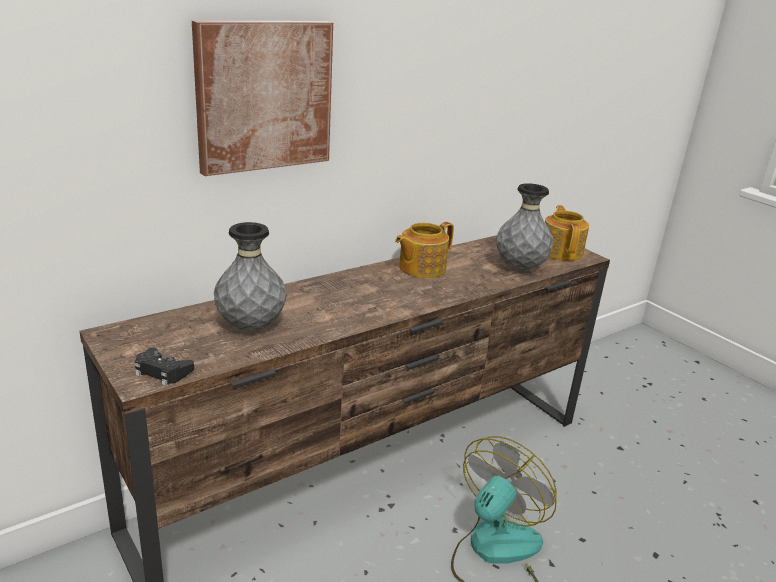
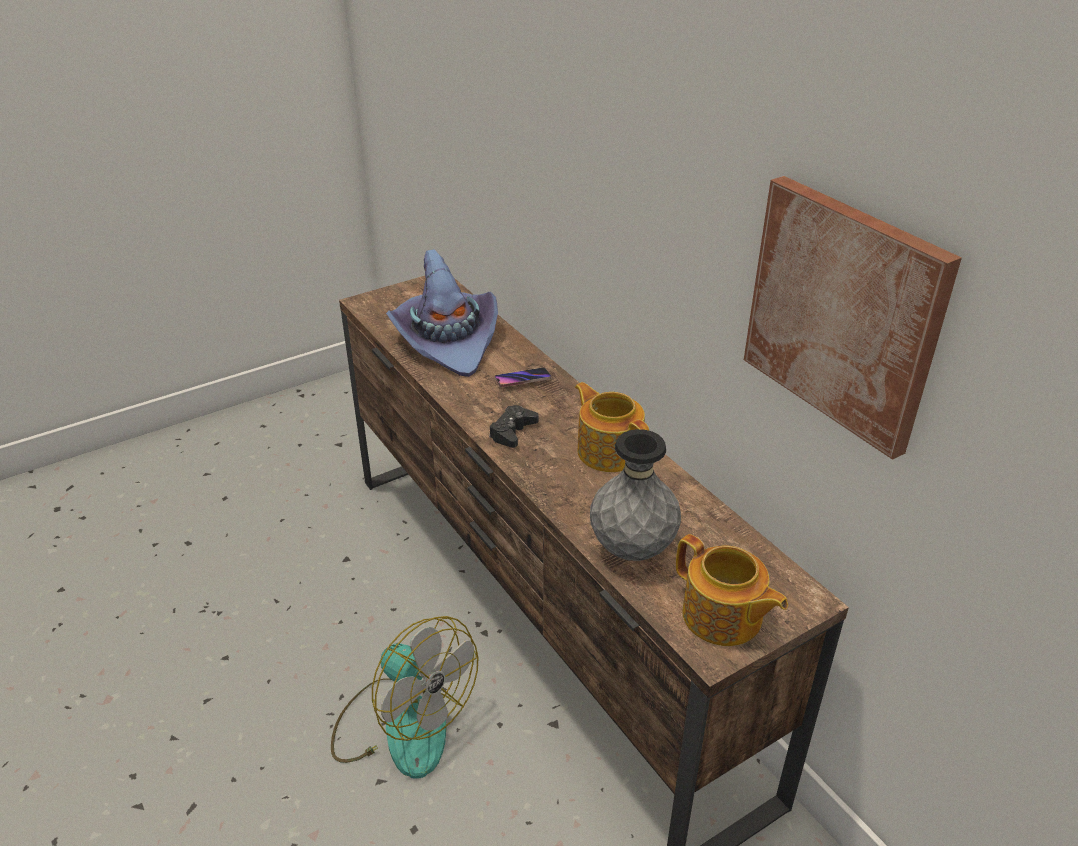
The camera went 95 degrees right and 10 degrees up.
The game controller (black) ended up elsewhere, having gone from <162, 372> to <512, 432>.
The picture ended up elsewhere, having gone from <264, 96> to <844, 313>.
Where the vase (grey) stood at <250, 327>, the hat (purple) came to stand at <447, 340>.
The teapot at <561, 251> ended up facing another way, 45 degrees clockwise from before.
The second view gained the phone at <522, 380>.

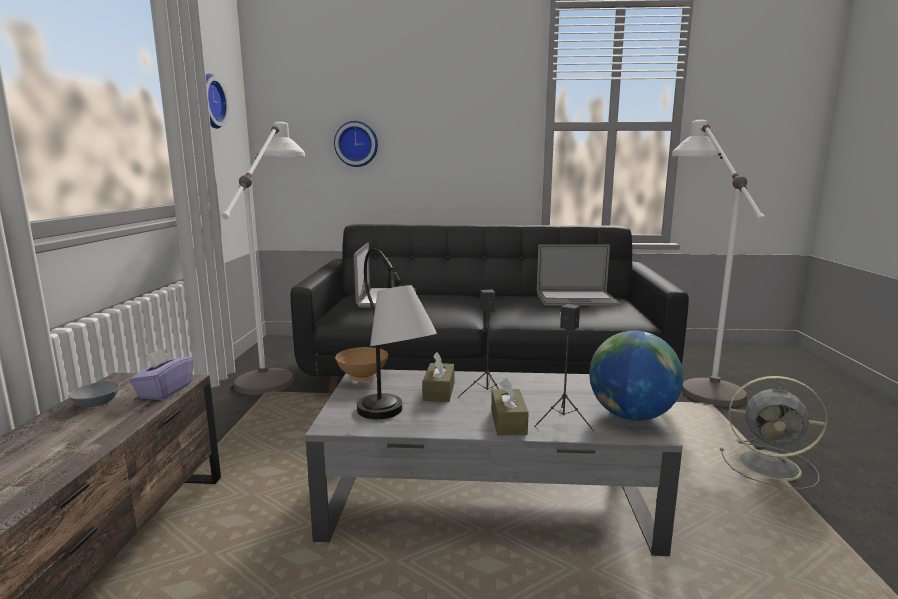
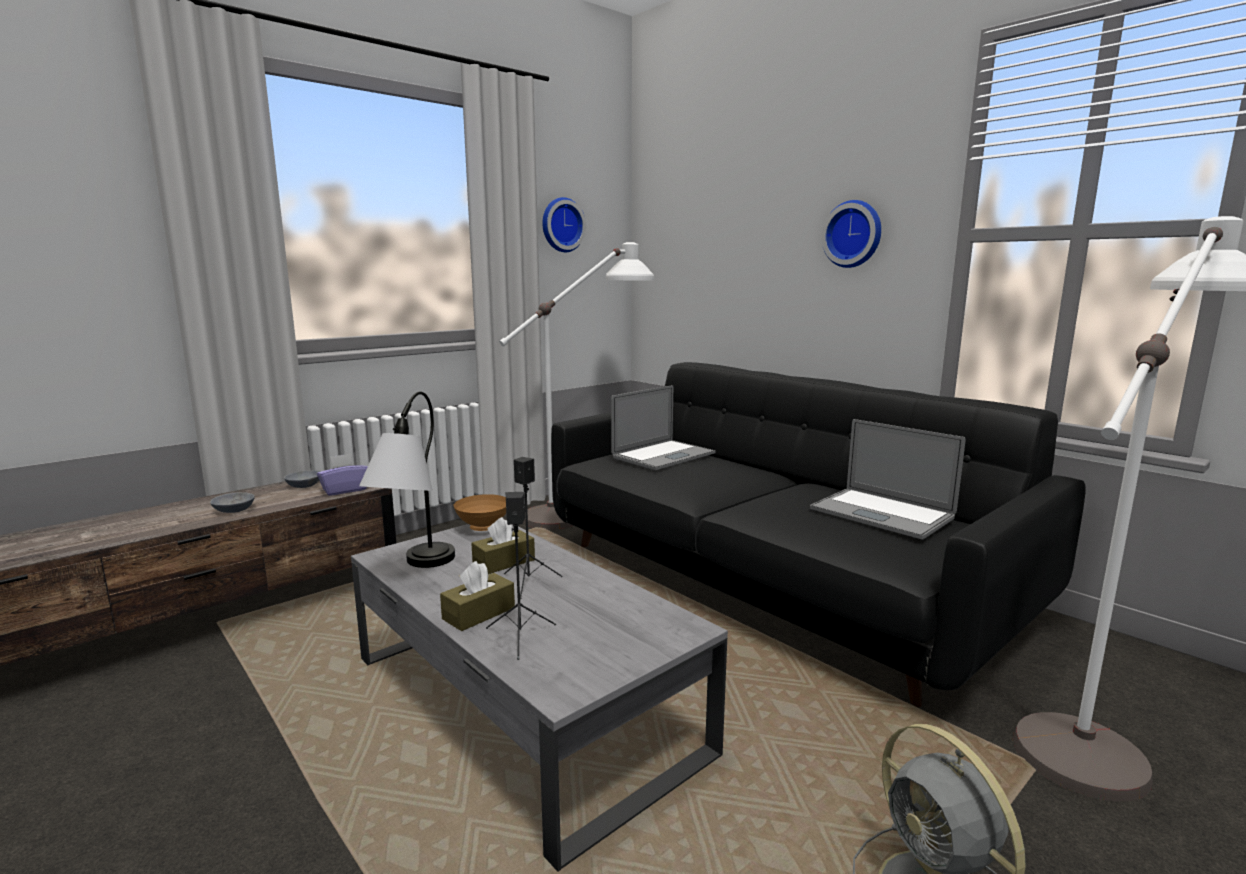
The camera went 45 degrees right and 0 degrees up.
The wall clock ended up elsewhere, having gone from <356, 144> to <853, 234>.
The second view lost the globe at <631, 416>.
The second view gained the bowl (grey) at <233, 510>.

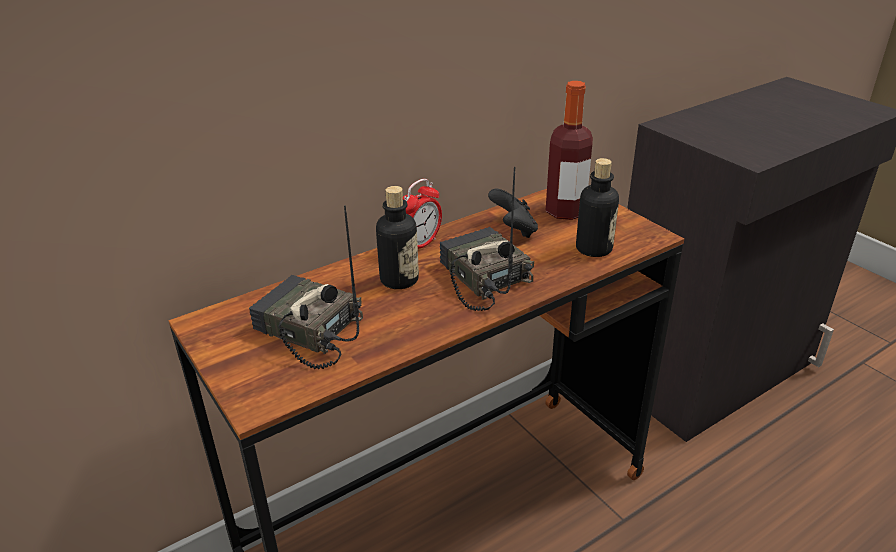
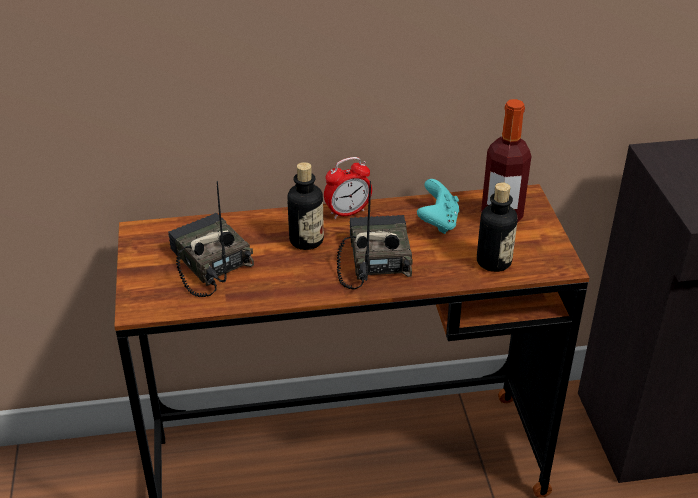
The camera went 25 degrees right and 5 degrees up.
What was the game controller (black) at <513, 230> turned into the game controller (turquoise) at <438, 222>.

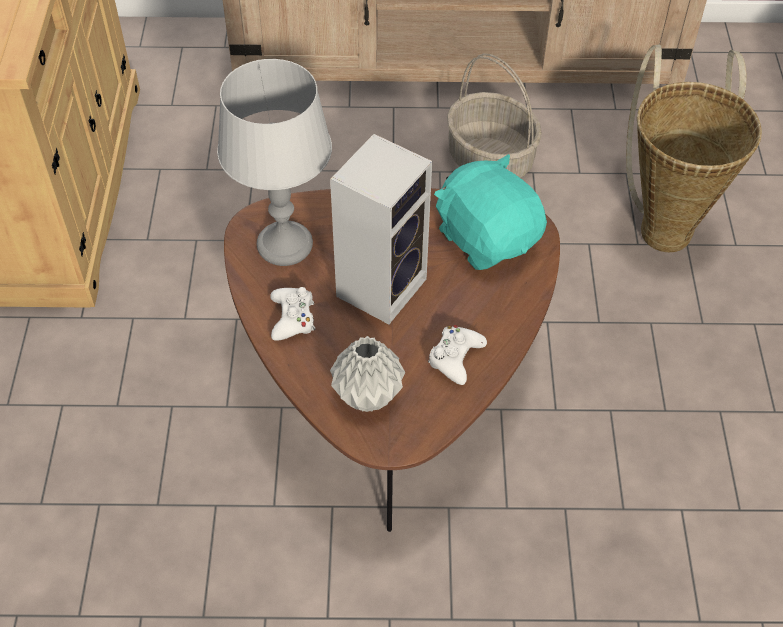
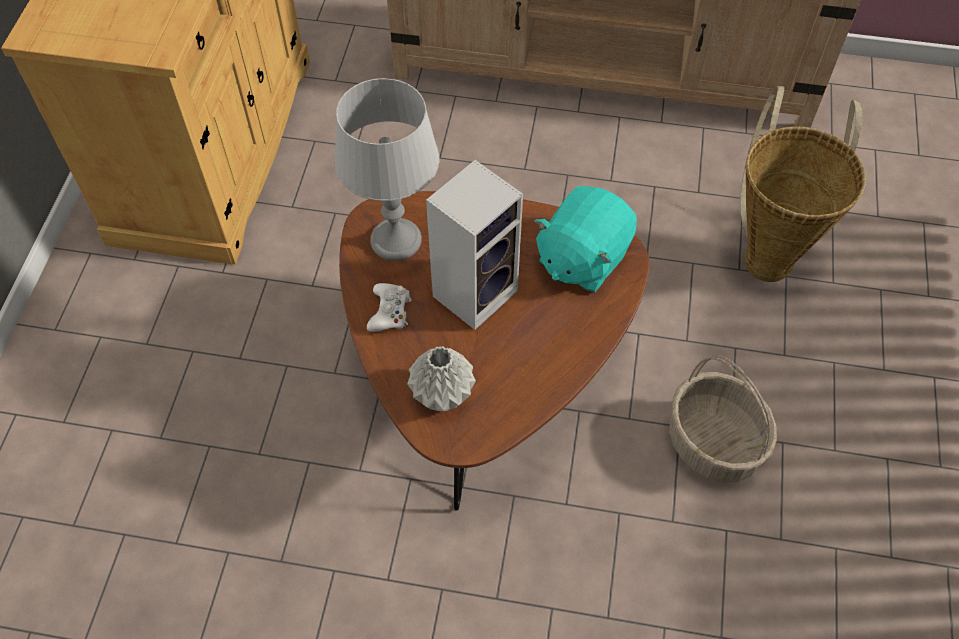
The camera went 10 degrees right and 5 degrees up.
The second view lost the game controller (white) at <455, 358>.
The plush toy (turquoise) at <487, 237> ended up facing another way, 120 degrees counterclockwise from before.
The basket ended up elsewhere, having gone from <491, 159> to <714, 443>.

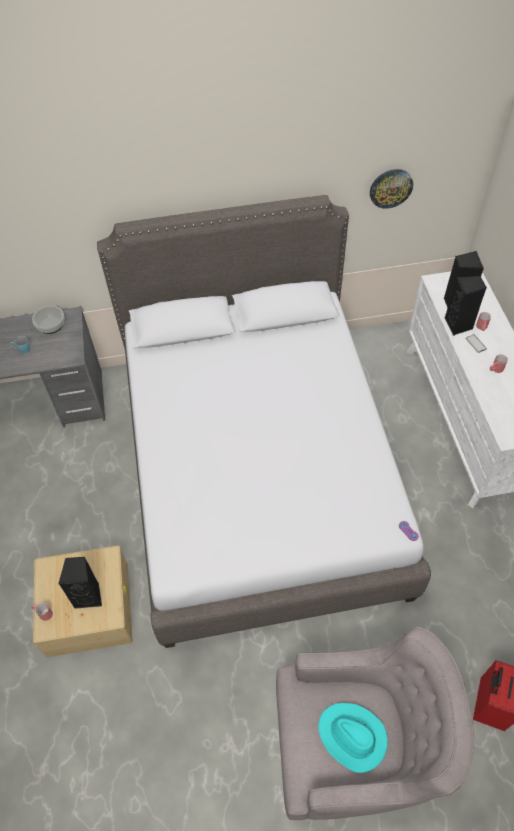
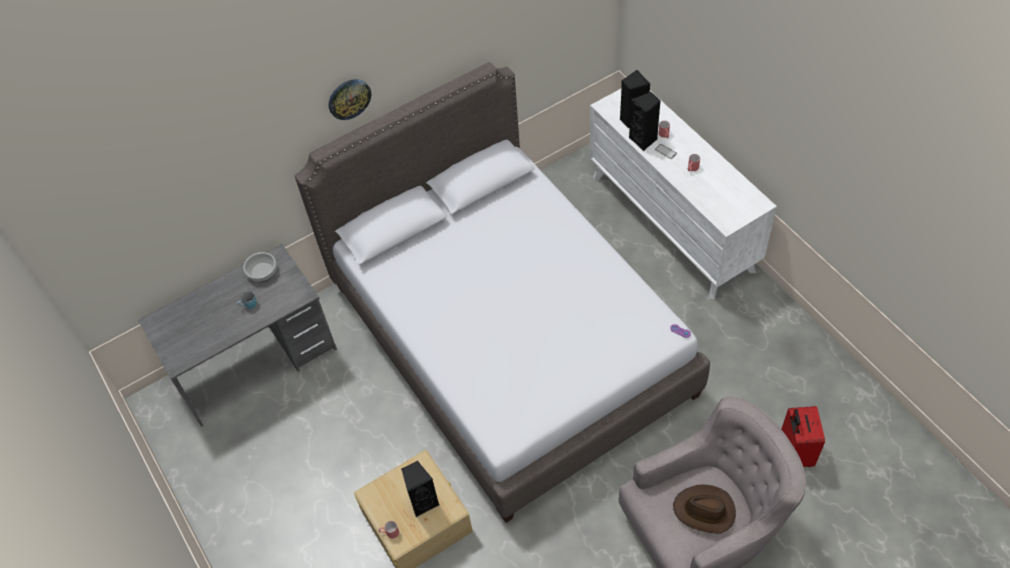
The camera went 20 degrees left and 0 degrees up.
What was the hat (turquoise) at <352, 737> turned into the hat (brown) at <704, 511>.
The wall clock ended up elsewhere, having gone from <390, 188> to <349, 98>.

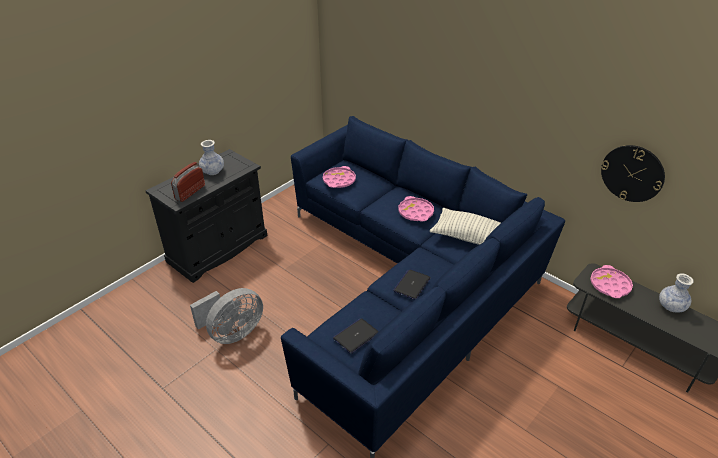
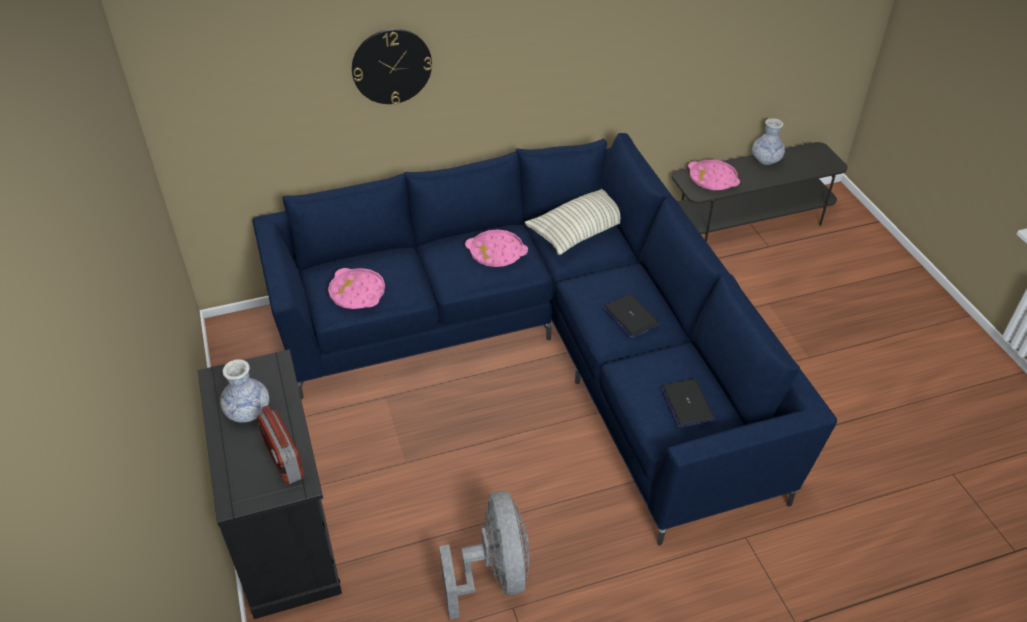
The camera went 60 degrees left and 5 degrees up.
The wall clock ended up elsewhere, having gone from <632, 173> to <391, 66>.

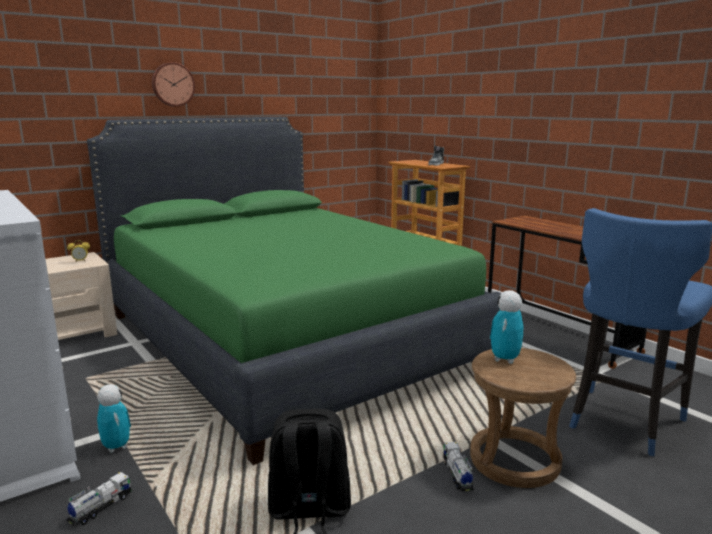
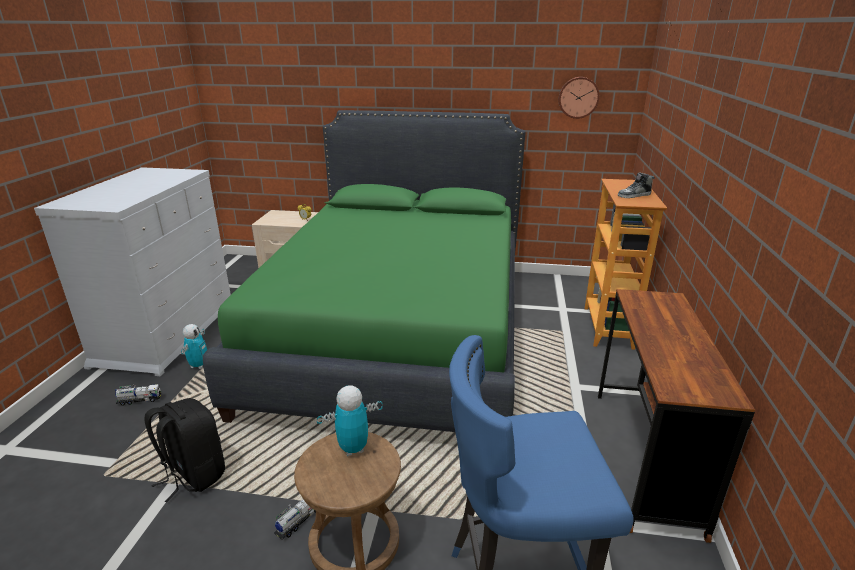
The camera went 45 degrees right and 10 degrees up.
The wall clock ended up elsewhere, having gone from <172, 84> to <578, 97>.

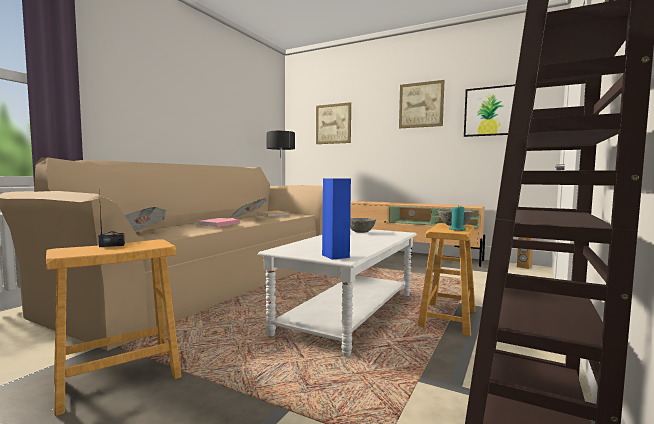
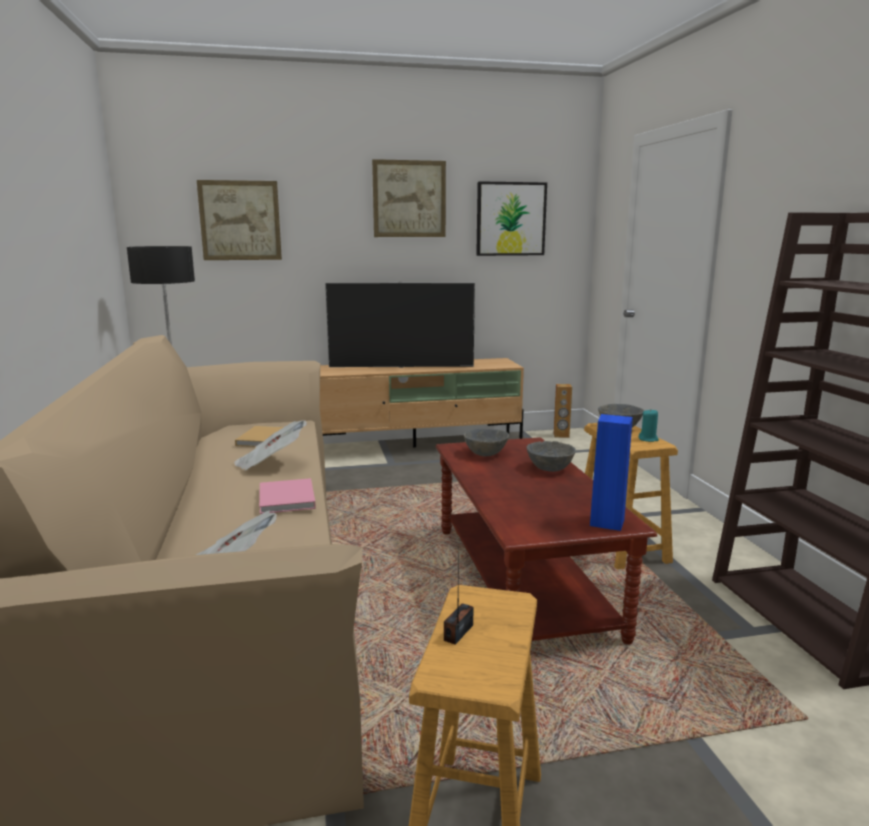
The camera went 40 degrees left and 10 degrees up.
What was the coffee table (white) at <349, 313> turned into the coffee table (brown) at <523, 580>.
The second view gained the television at <401, 367>.
The second view gained the bowl (grey) at <550, 468>.

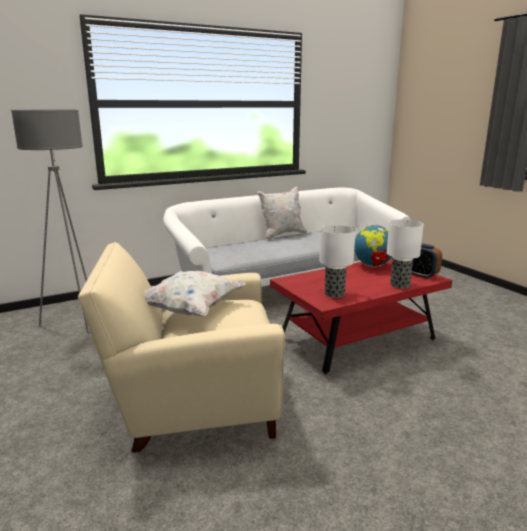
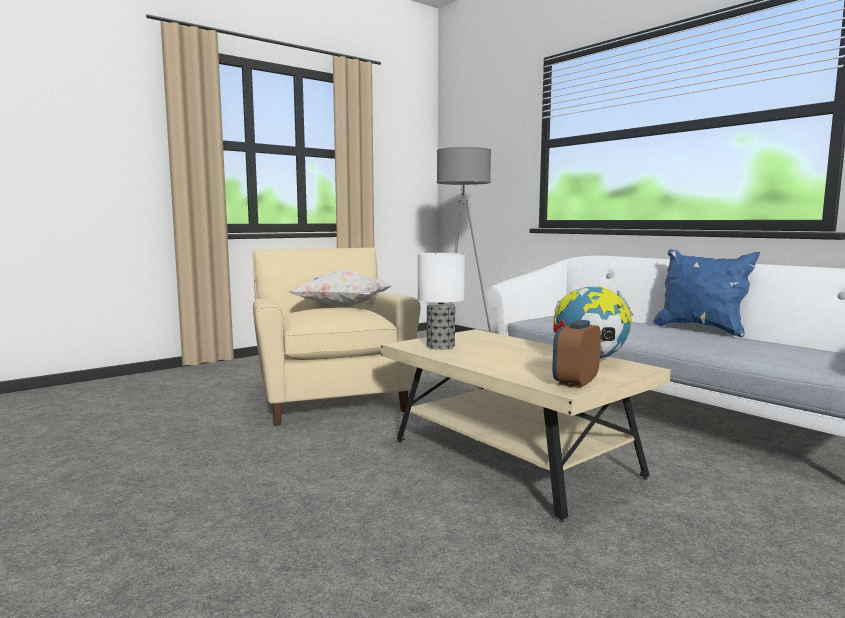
The camera went 80 degrees right and 10 degrees down.
What was the pillow (white) at <282, 235> turned into the pillow (blue) at <700, 329>.
What was the coffee table (red) at <356, 340> turned into the coffee table (beige) at <511, 459>.
The second view lost the table lamp at <399, 285>.

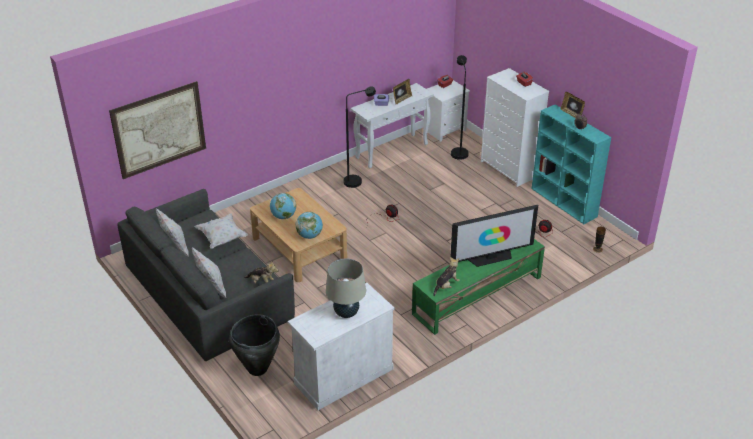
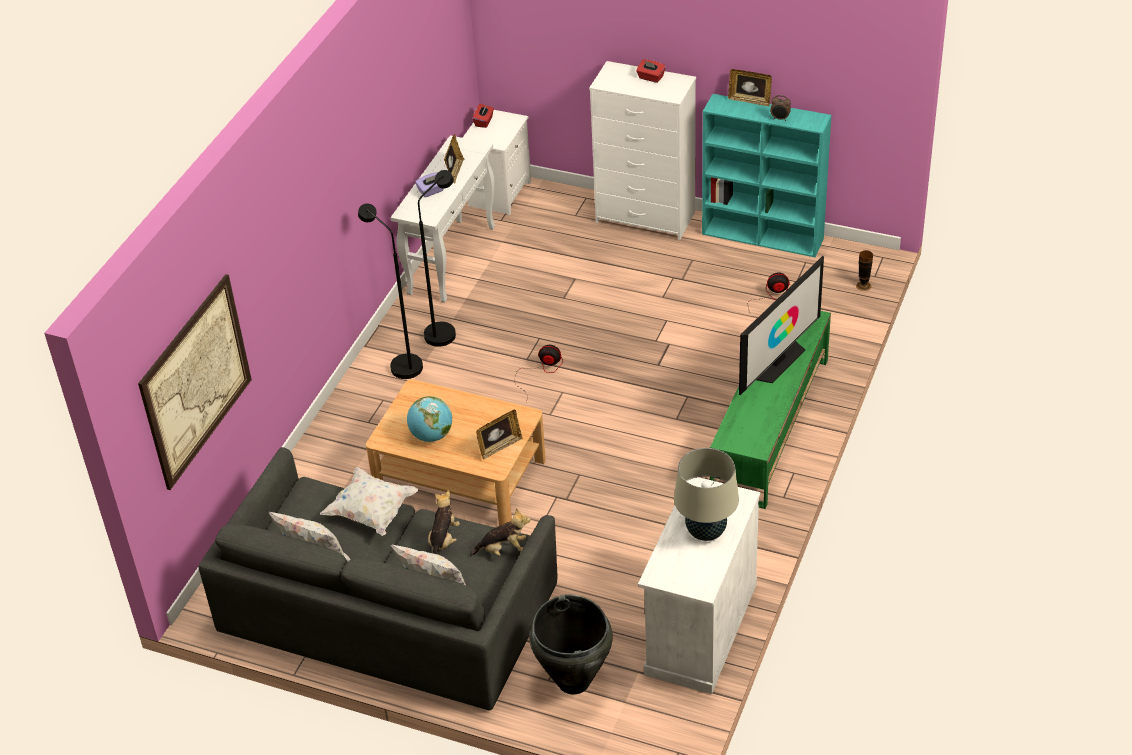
The camera went 30 degrees left and 5 degrees up.
Where the globe stood at <309, 236>, the picture frame came to stand at <499, 447>.
The plush toy ended up elsewhere, having gone from <446, 286> to <443, 541>.
The floor lamp (black) ended up elsewhere, having gone from <458, 151> to <401, 363>.

